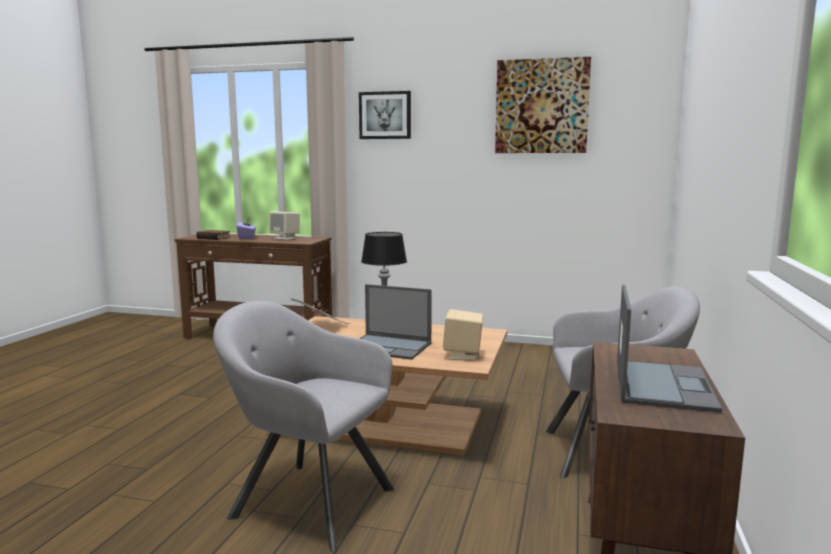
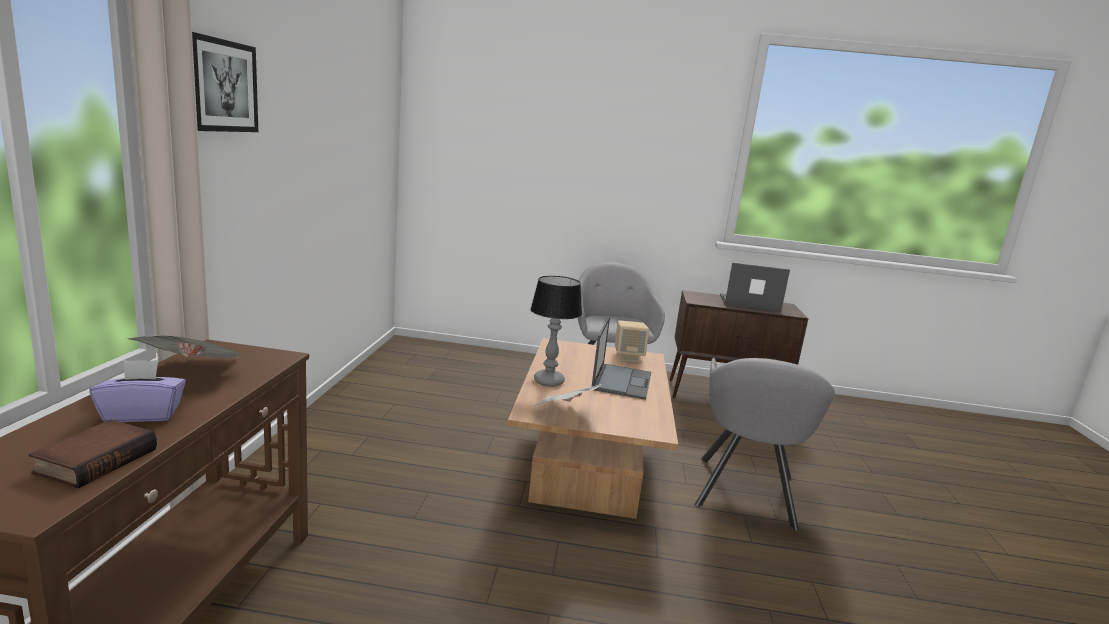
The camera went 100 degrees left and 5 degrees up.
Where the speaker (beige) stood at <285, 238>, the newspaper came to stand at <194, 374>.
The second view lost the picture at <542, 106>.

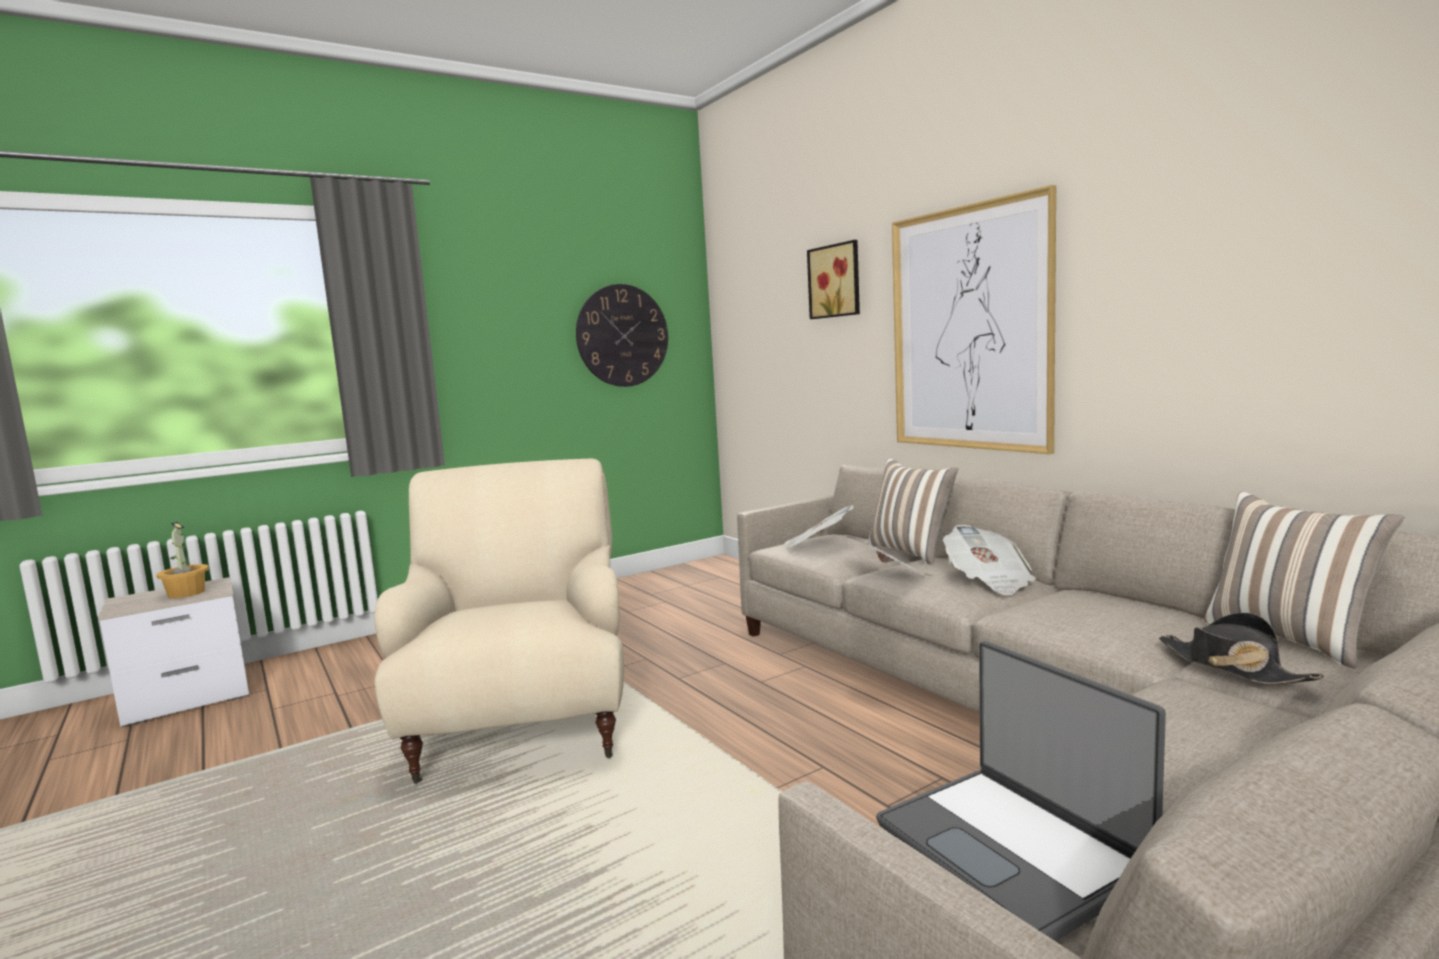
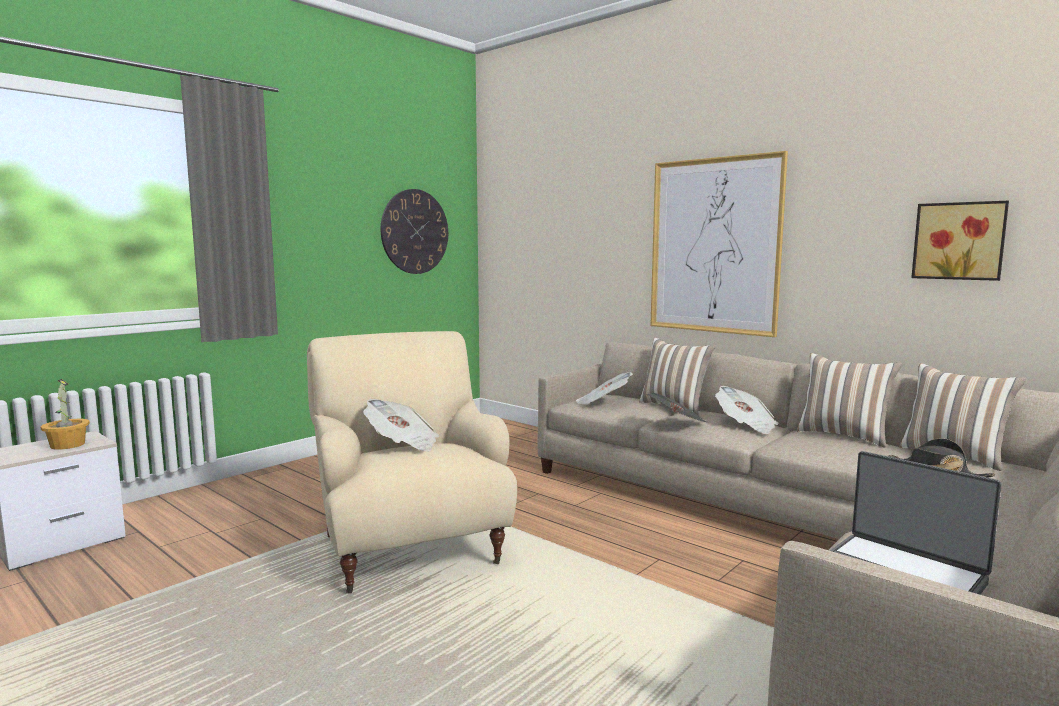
The camera went 15 degrees left and 0 degrees up.
The picture ended up elsewhere, having gone from <836, 281> to <959, 241>.
The second view gained the newspaper at <403, 444>.
The second view gained the pillow at <844, 436>.

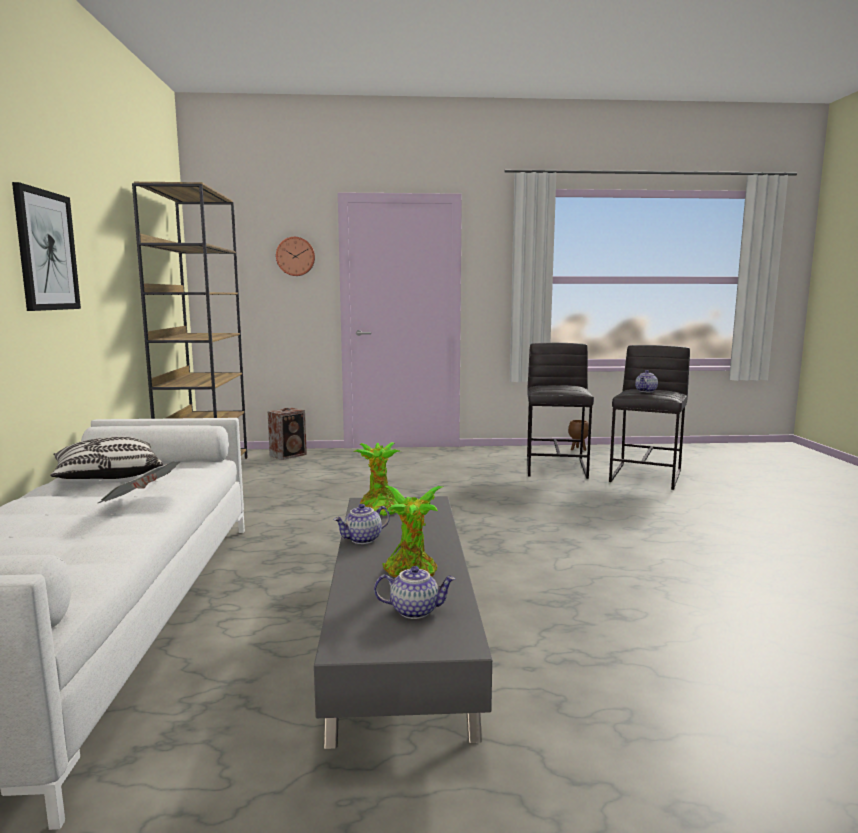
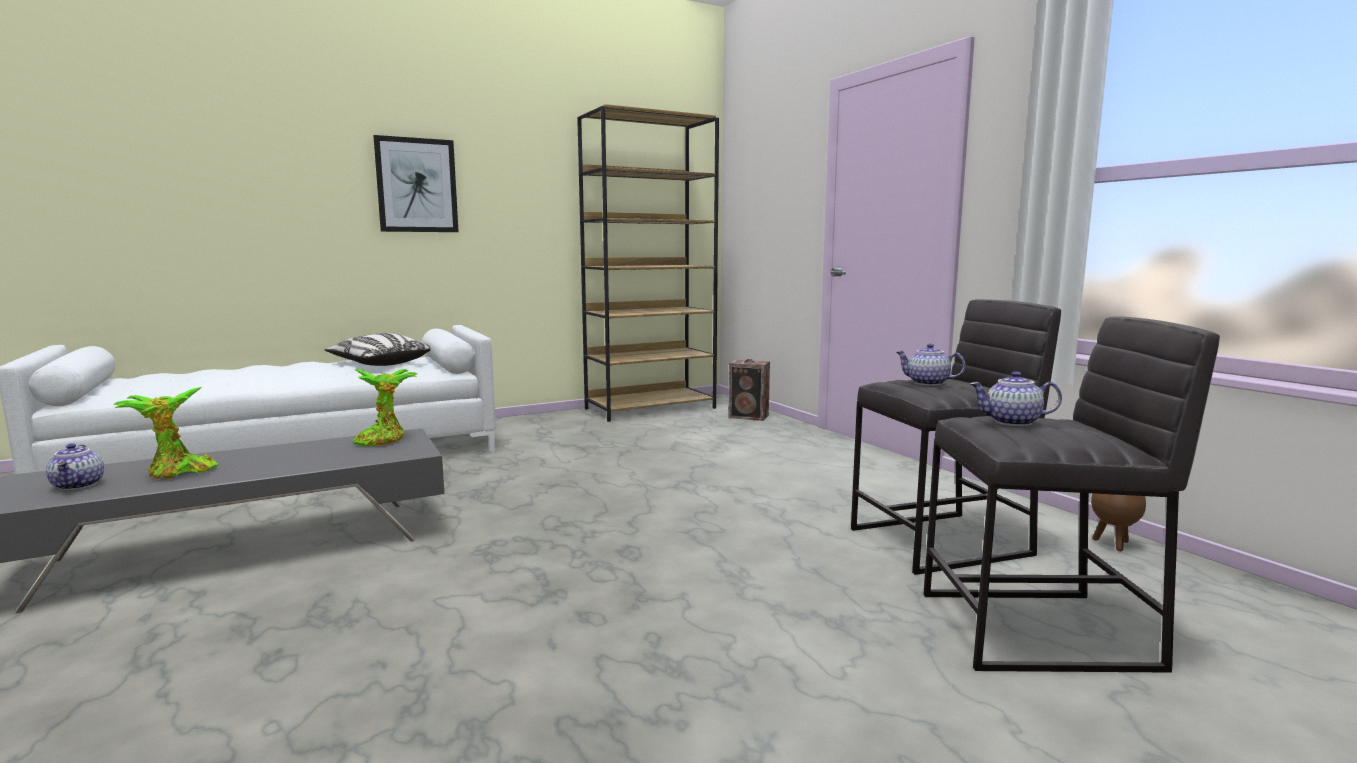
The camera went 65 degrees right and 0 degrees up.
The second view lost the newspaper at <141, 502>.
The second view lost the wall clock at <295, 256>.
The teapot ended up elsewhere, having gone from <363, 540> to <927, 383>.

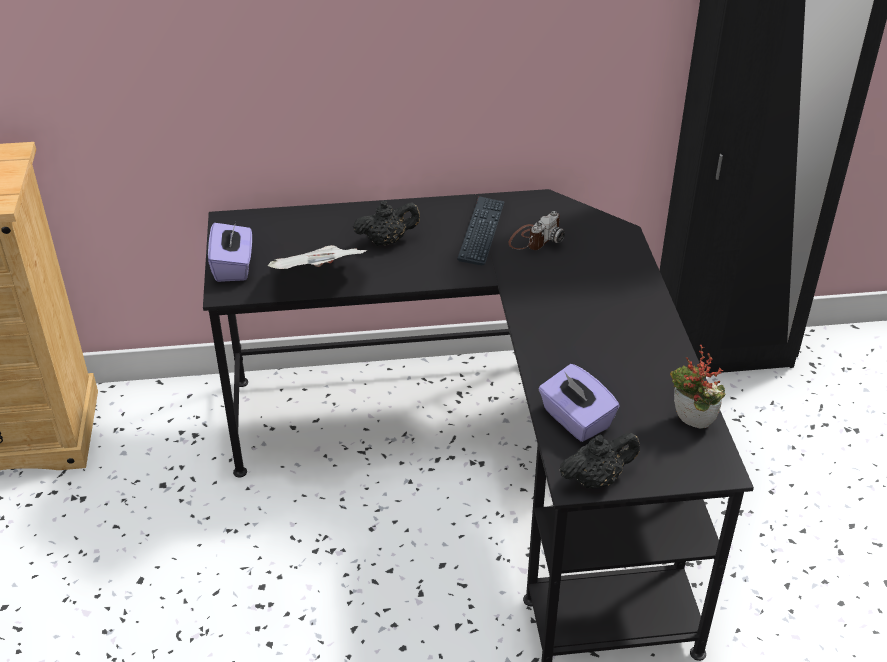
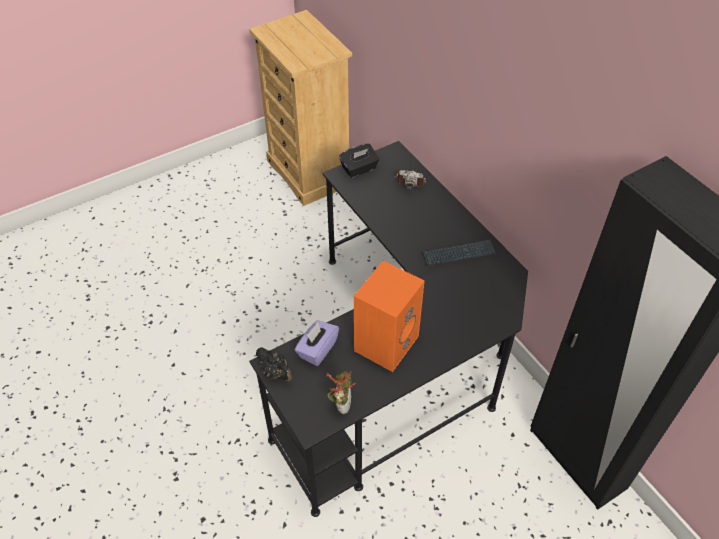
The camera went 65 degrees right and 10 degrees up.
What was the tissue box (purple) at <233, 266> turned into the tissue box (black) at <359, 169>.
The second view lost the newspaper at <319, 278>.
The second view lost the teapot (black) at <387, 241>.
The photo camera ended up elsewhere, having gone from <535, 238> to <410, 180>.
The second view gained the speaker (orange) at <386, 342>.

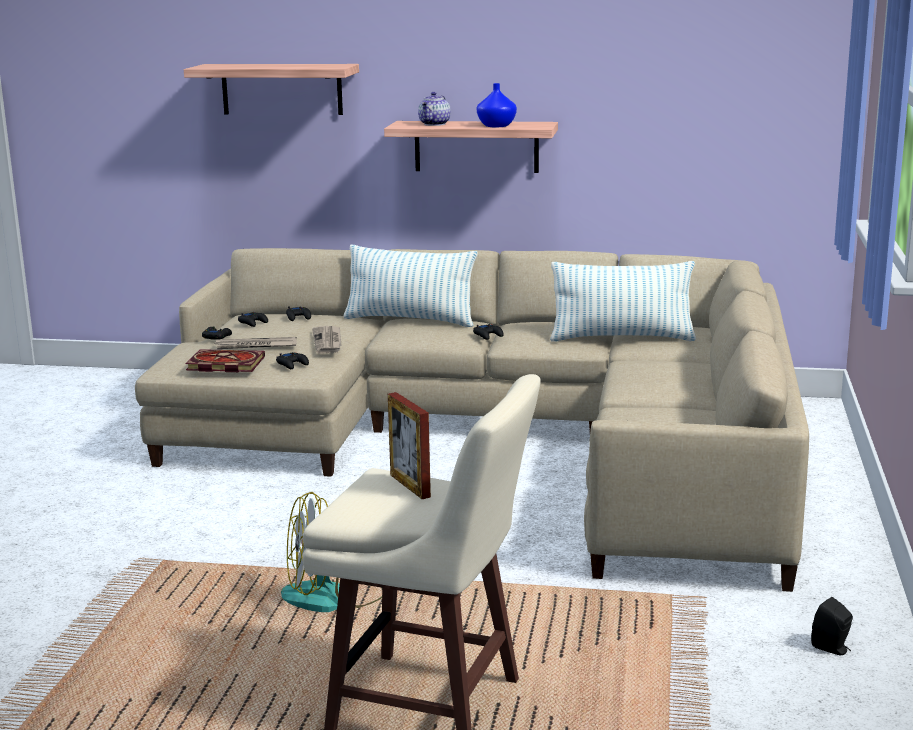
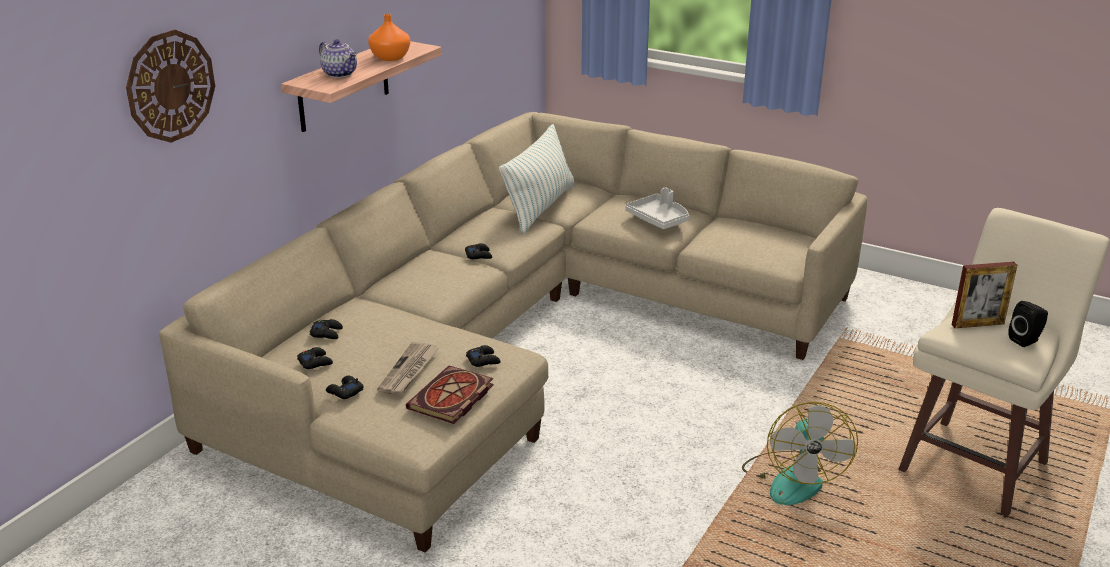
The camera went 70 degrees left and 10 degrees up.
Where the shelf hung at <281, 89>, the wall clock came to hang at <170, 86>.
The second view lost the newspaper at <328, 342>.
The second view lost the pillow at <410, 320>.
What was the vase (blue) at <497, 125> turned into the vase (orange) at <390, 57>.
The speaker (black) ended up elsewhere, having gone from <832, 648> to <1026, 340>.
The second view gained the tray (grey) at <659, 219>.

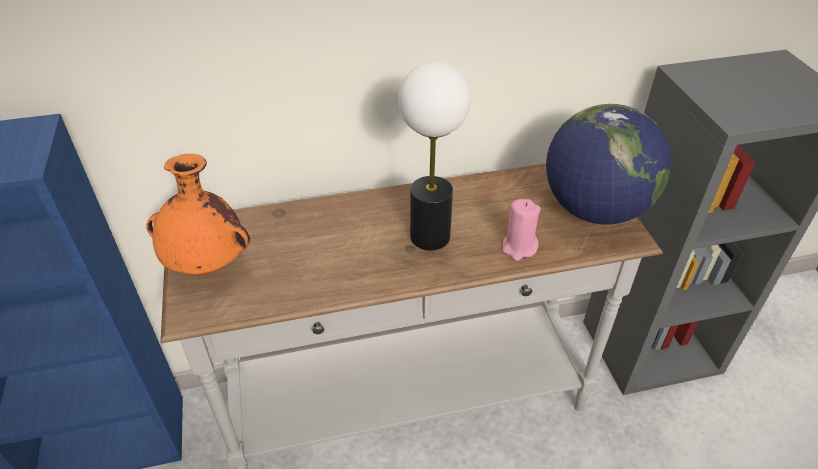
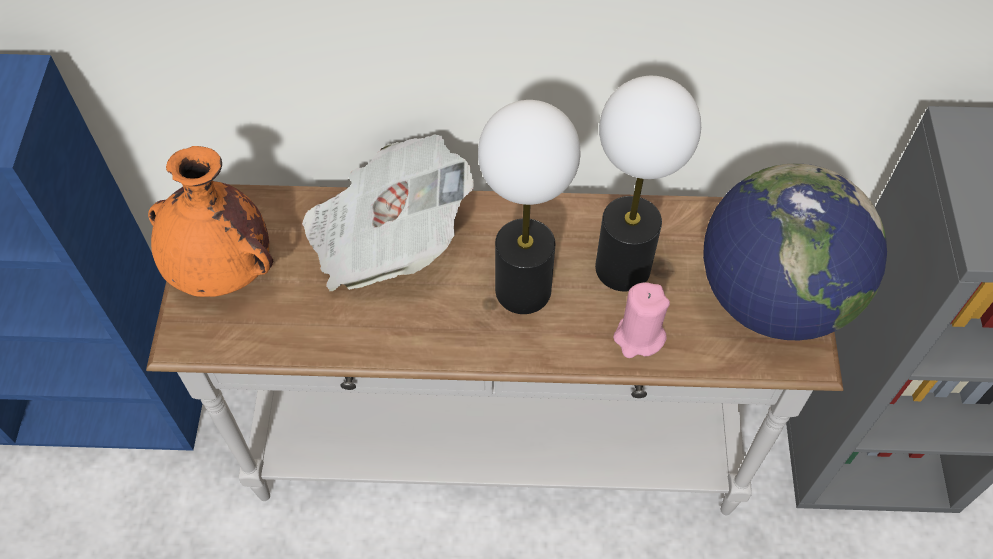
The camera went 15 degrees right and 15 degrees up.
The second view gained the newspaper at <386, 238>.
The second view gained the table lamp at <623, 267>.

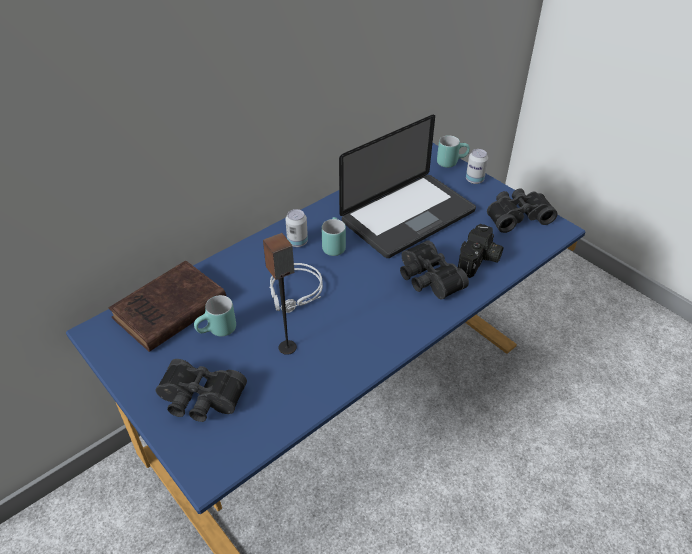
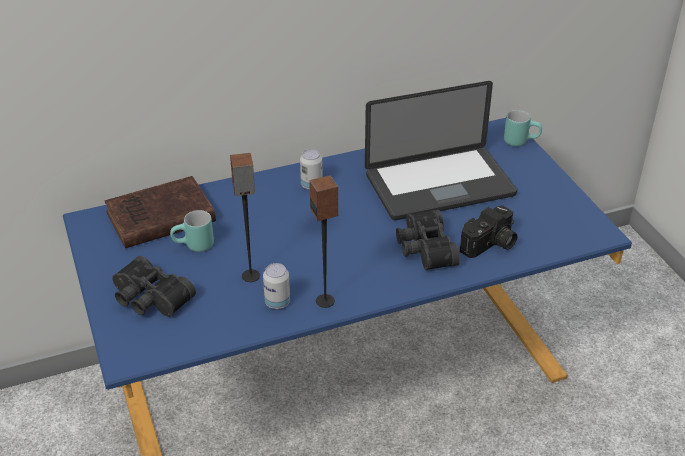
The camera went 20 degrees right and 5 degrees down.
The second view lost the headphones (grey) at <296, 293>.
The second view lost the mug (turquoise) at <332, 245>.
The can ended up elsewhere, having gone from <474, 180> to <277, 302>.
The second view lost the binoculars (black) at <517, 216>.
The second view gained the speaker at <325, 301>.

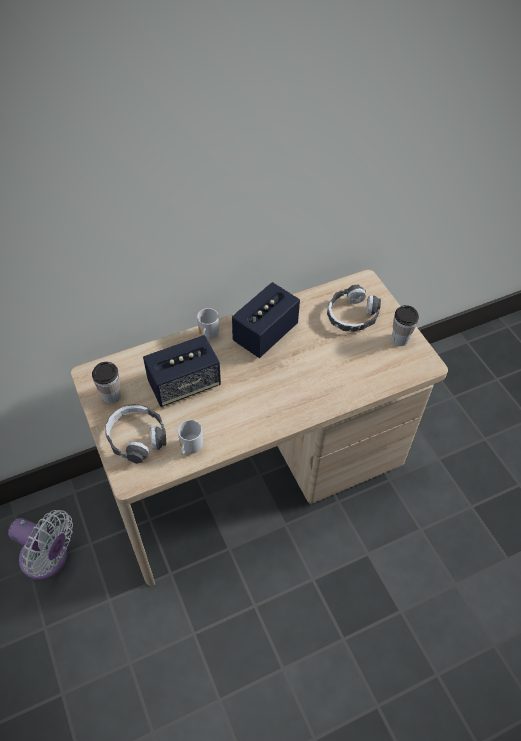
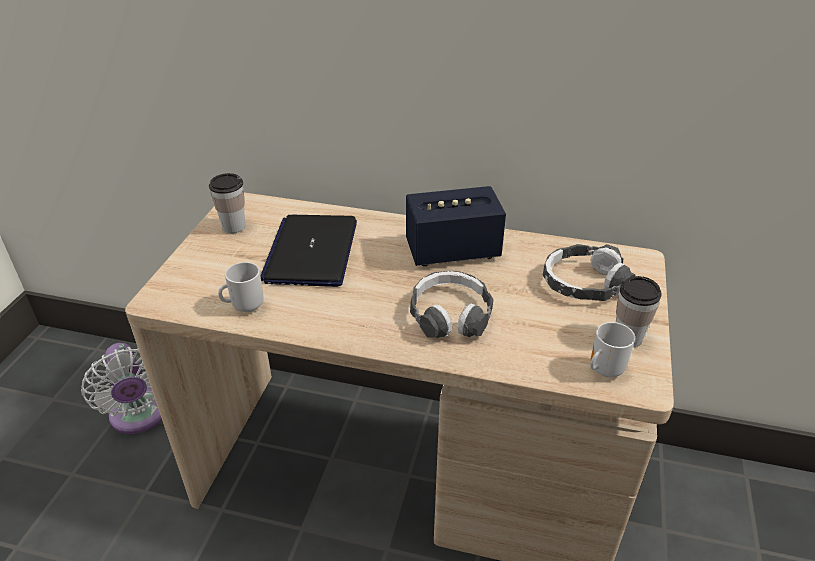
The camera went 40 degrees right and 15 degrees down.
The headphones ended up elsewhere, having gone from <136, 437> to <450, 314>.
Where the speaker stood at <184, 384>, the laptop came to stand at <311, 251>.
The mug ended up elsewhere, having gone from <207, 335> to <603, 370>.

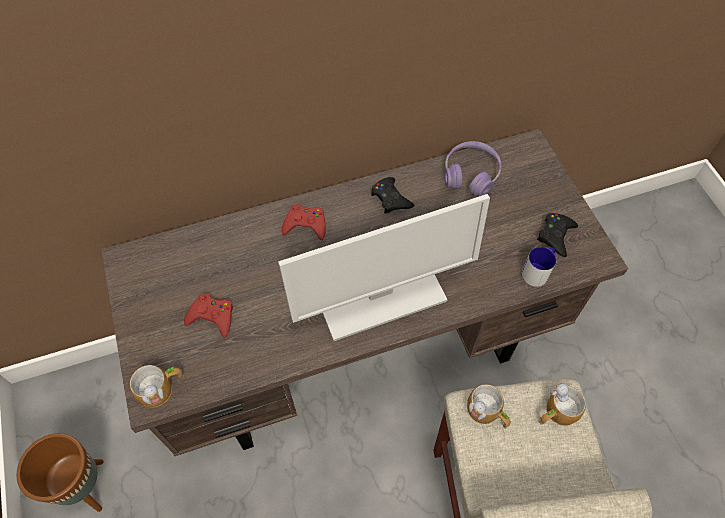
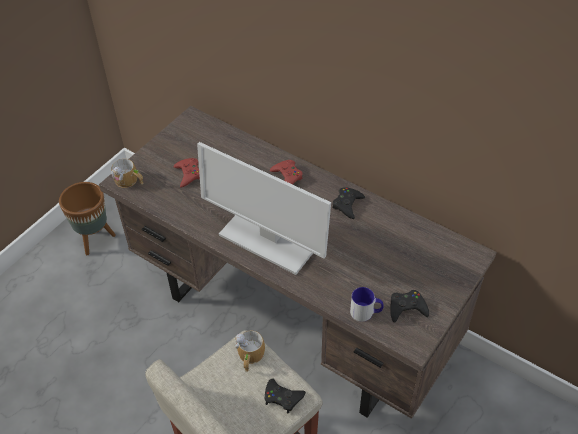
The camera went 55 degrees right and 10 degrees down.
The second view lost the headphones (purple) at <470, 175>.
Where the mug stood at <556, 413>, the game controller (black) came to stand at <282, 397>.

